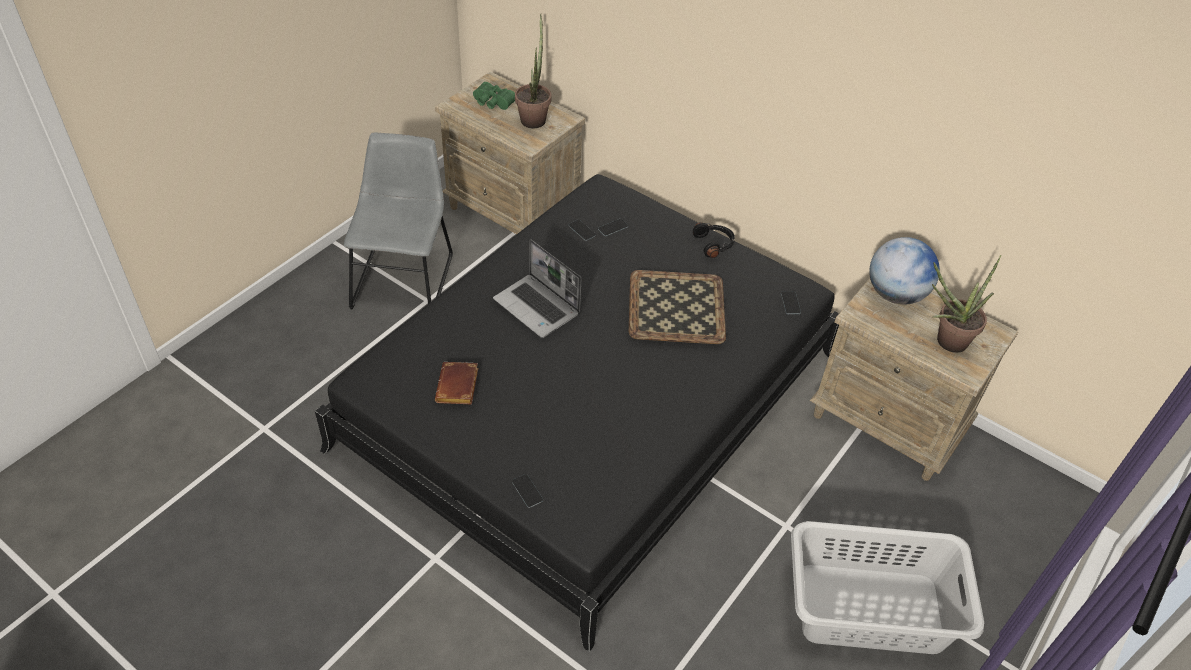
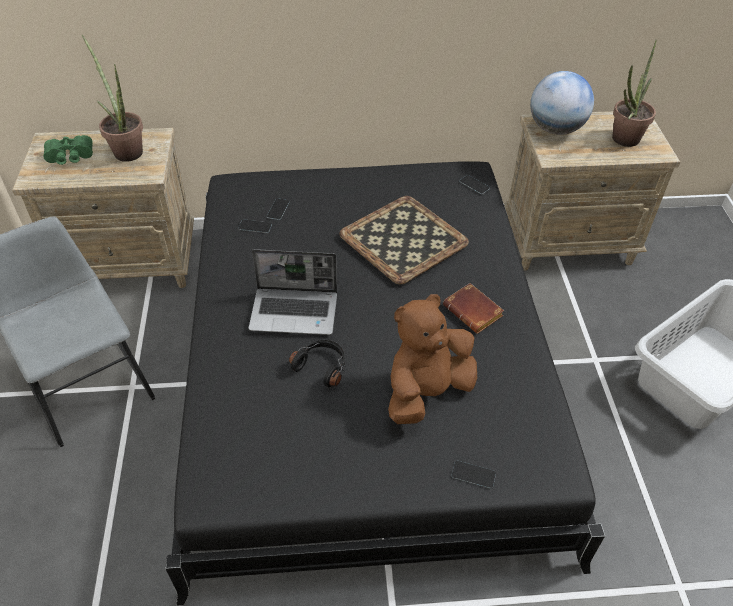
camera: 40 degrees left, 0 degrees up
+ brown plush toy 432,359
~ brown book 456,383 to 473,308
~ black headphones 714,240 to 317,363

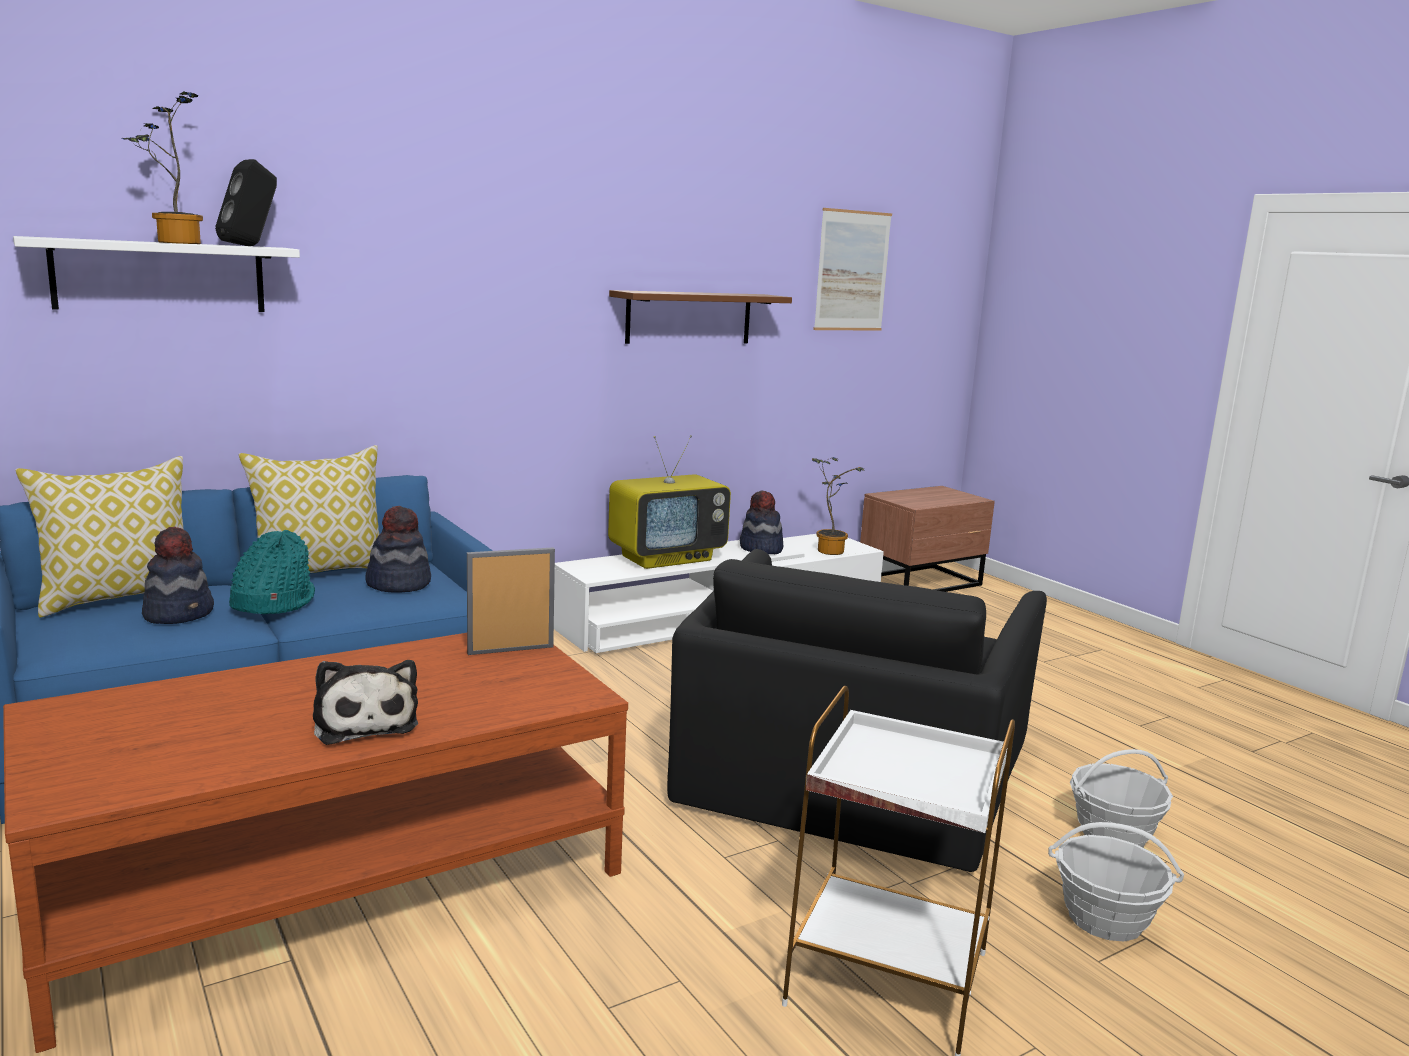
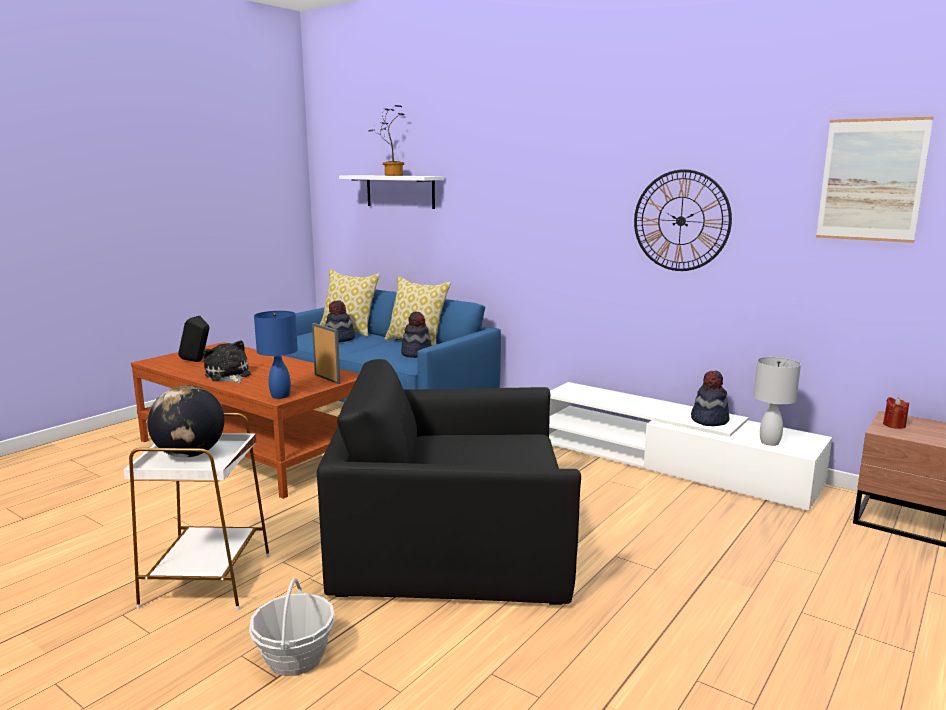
camera: 70 degrees right, 0 degrees up
- turquoise hat 272,572
- television 669,502
- basket 1121,798
+ globe 186,421
+ blue table lamp 276,355
+ red candle 896,413
~ black speaker 246,202 to 194,339
~ brown shelf 700,317 to wall clock 683,220
~ potted plant 838,506 to white table lamp 777,401
~ plush toy 365,702 = 226,361 105 degrees clockwise

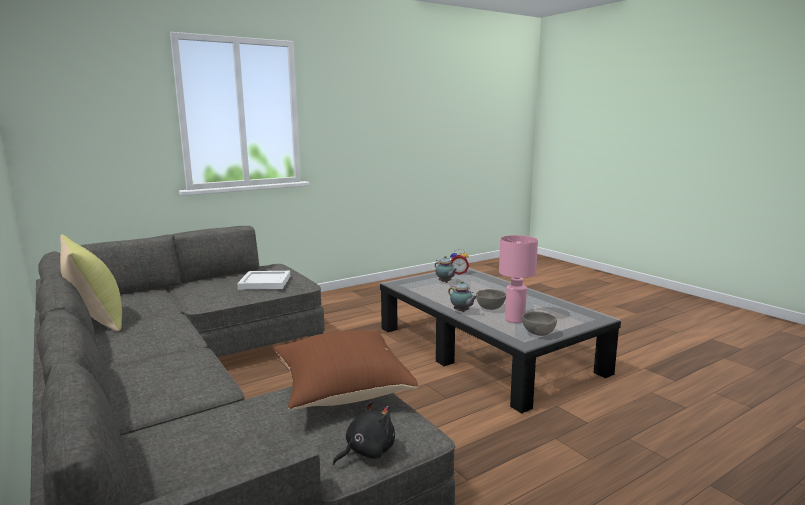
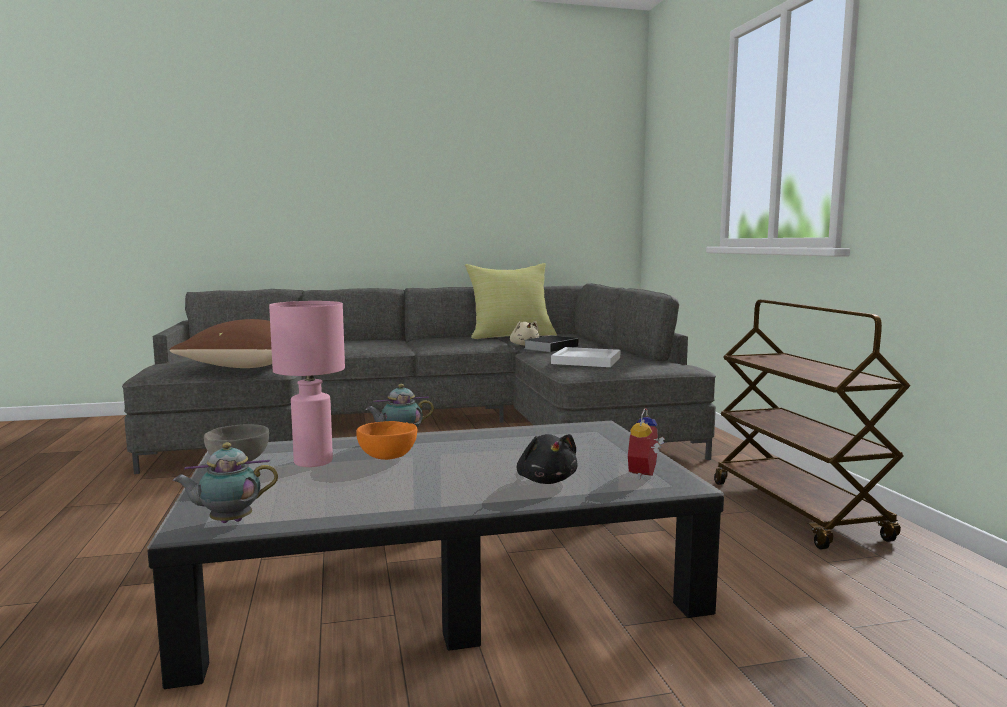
camera: 110 degrees right, 5 degrees down
+ beige plush toy 524,333
+ book 552,343
+ brown cart 812,424
~ black plush toy 364,433 to 547,459
~ teapot 446,269 to 225,482
~ grey bowl 491,299 to orange bowl 386,440

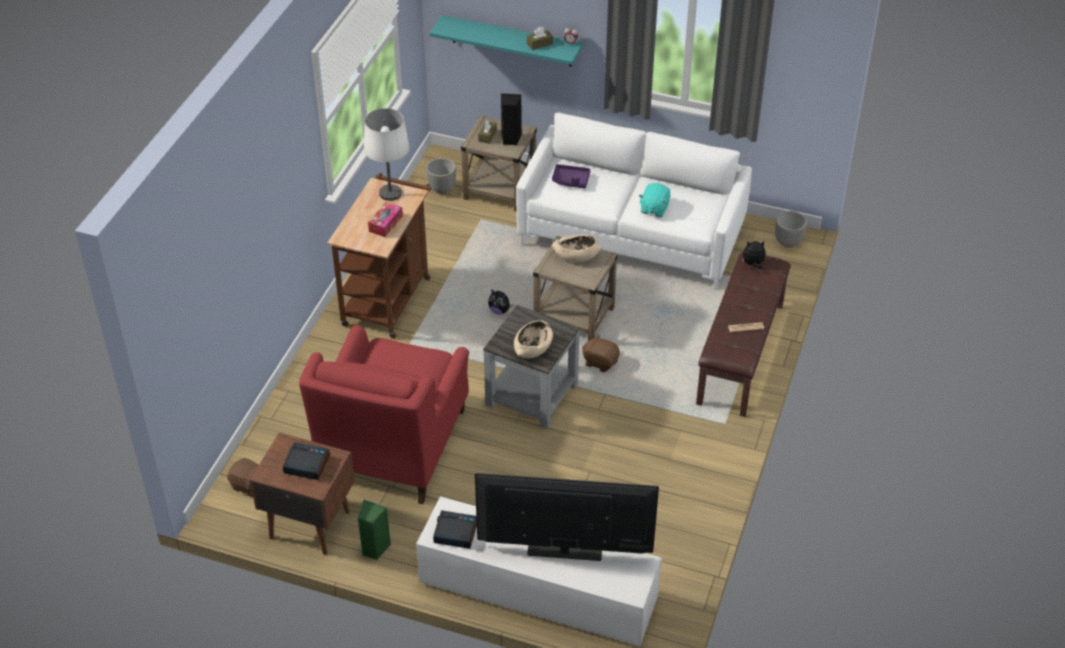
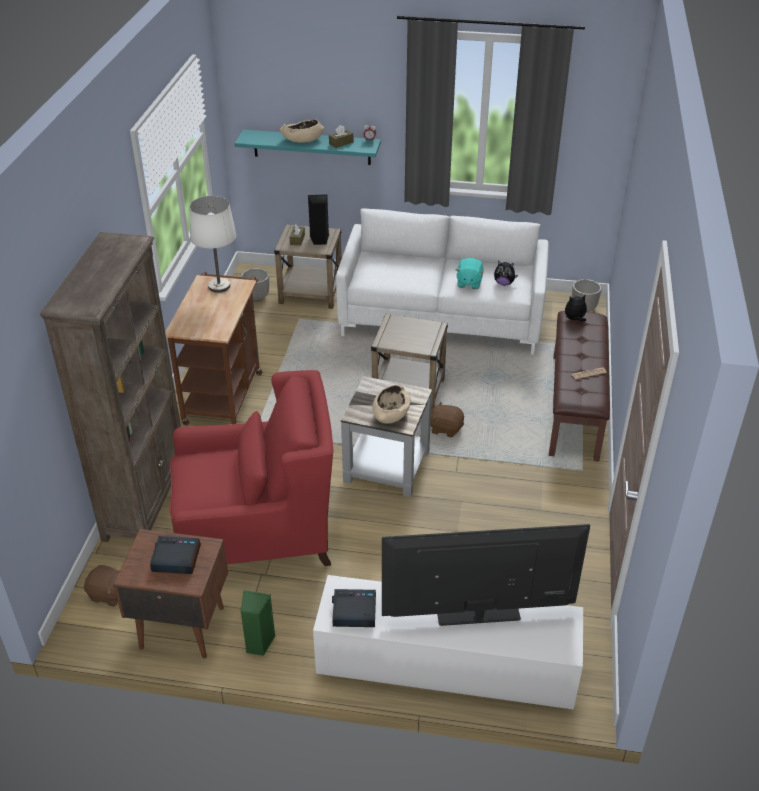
camera: 10 degrees left, 5 degrees down
- tissue box 385,219
- purple tray 571,176
+ brown bookcase 110,387
~ plush toy 501,301 to 506,273
~ beige bowl 577,248 to 302,131
~ red armchair 384,414 = 252,468 105 degrees counterclockwise

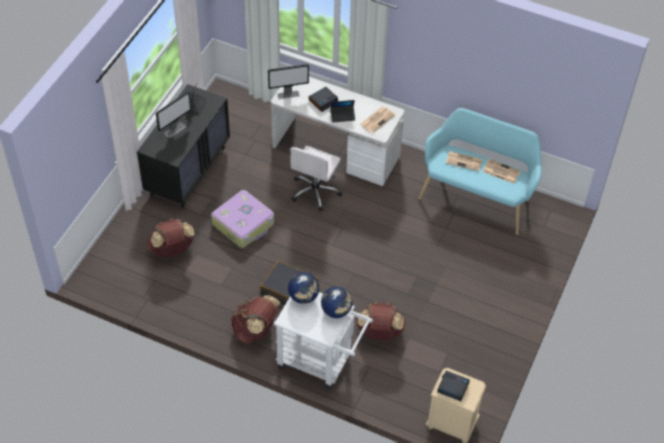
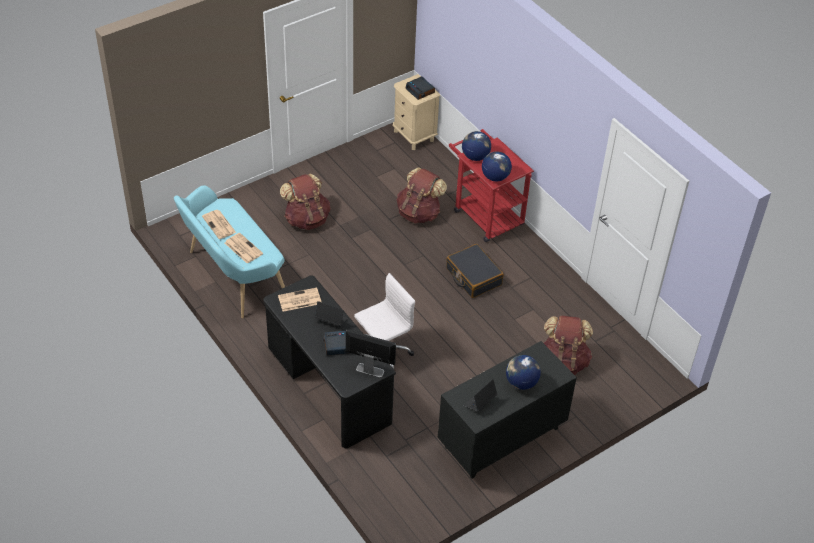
camera: 150 degrees left, 5 degrees down
- suitcase 242,219
~ brown backpack 255,319 to 305,201
~ monitor 173,114 to globe 523,372
~ white desk 337,131 to black desk 328,361
~ white cart 323,341 to red cart 491,185

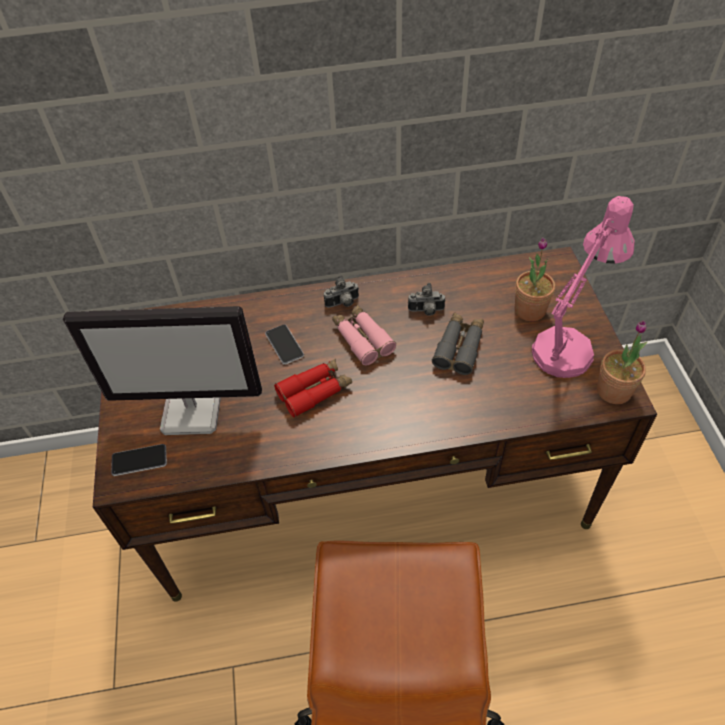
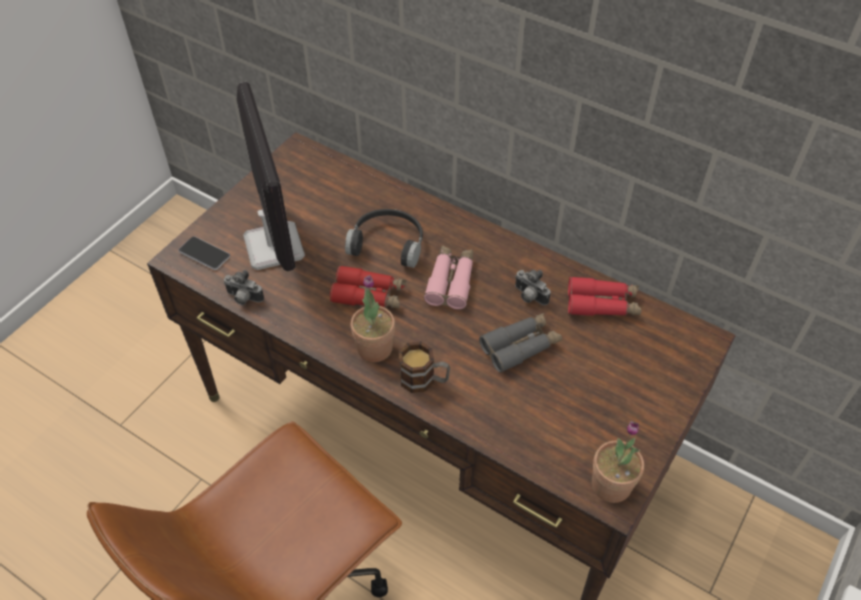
camera: 40 degrees right, 0 degrees up
- pink table lamp 583,287
+ mug 424,367
+ red binoculars 605,296
~ photo camera 341,291 to 244,287
~ potted plant 535,279 to 373,318
~ phone 284,344 to black headphones 384,238
~ monitor 162,370 = 271,176 150 degrees counterclockwise

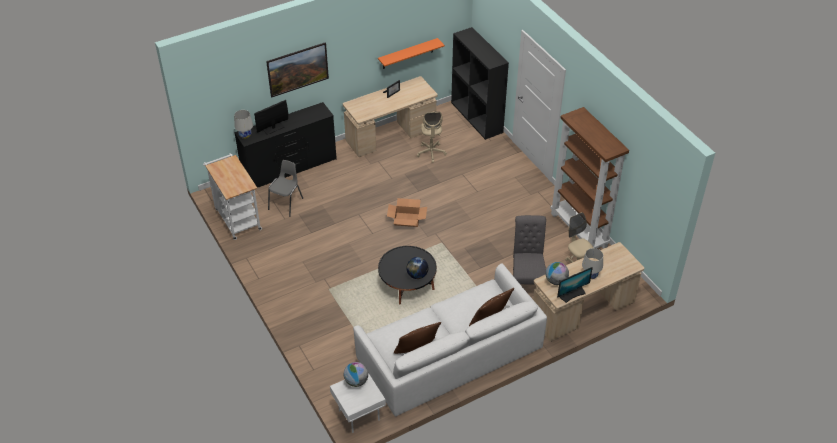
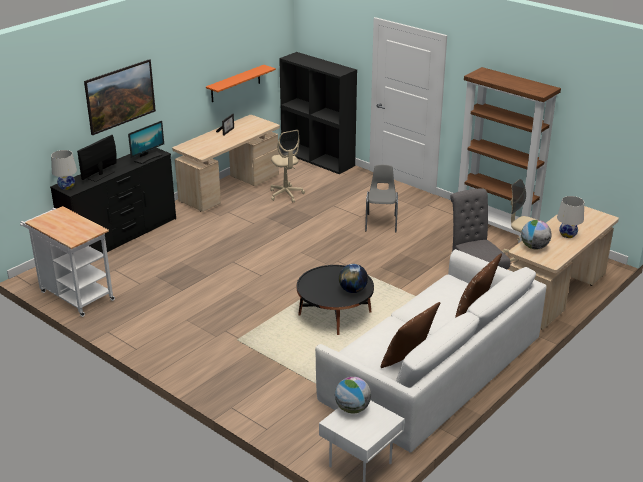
camera: 20 degrees left, 15 degrees down
- cardboard box 407,212
~ grey chair 285,188 to 381,199
~ monitor 575,285 to 146,142

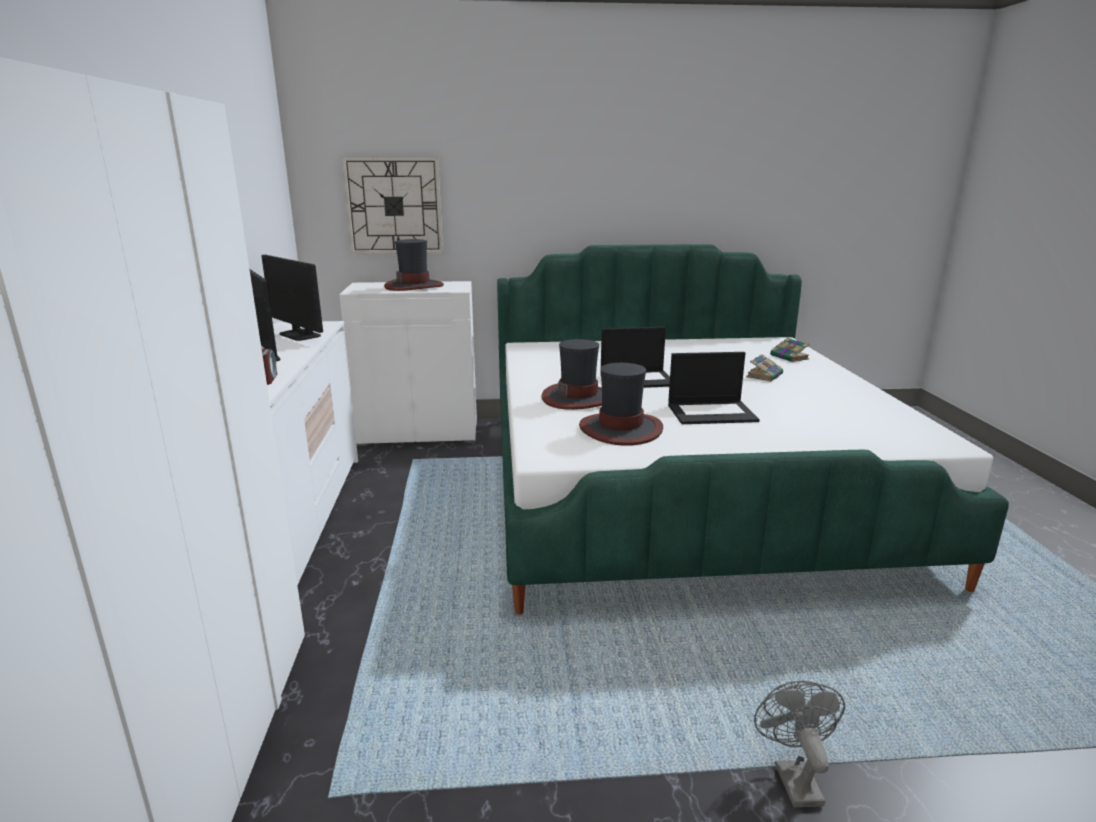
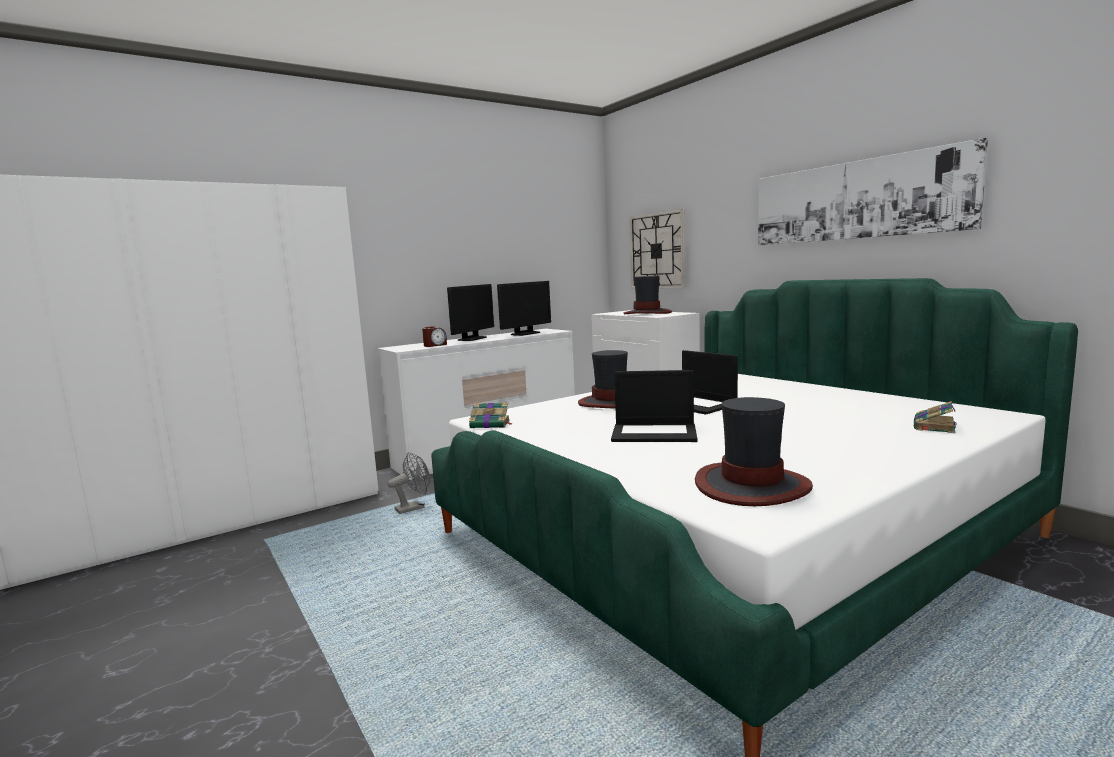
camera: 60 degrees right, 10 degrees down
+ picture 873,192
~ hat 621,404 to 754,451
~ book 764,368 to 490,415
~ grey fan 799,744 to 409,483
~ monitor 292,298 = 524,308 150 degrees counterclockwise
~ laptop 714,388 = 654,406 45 degrees counterclockwise

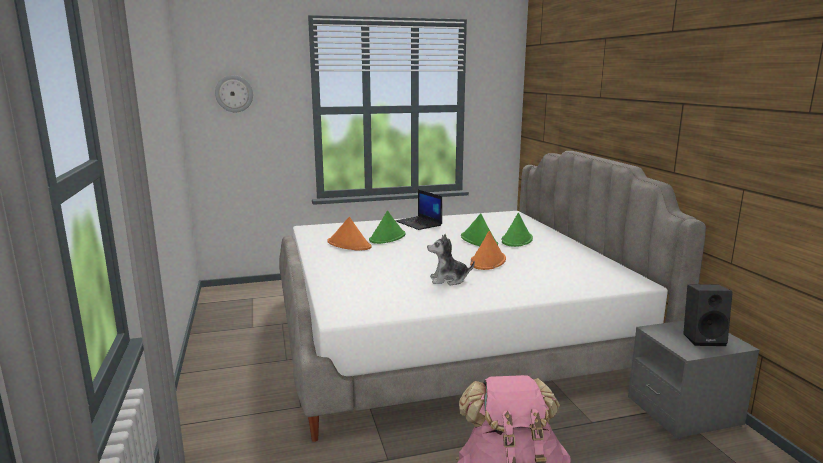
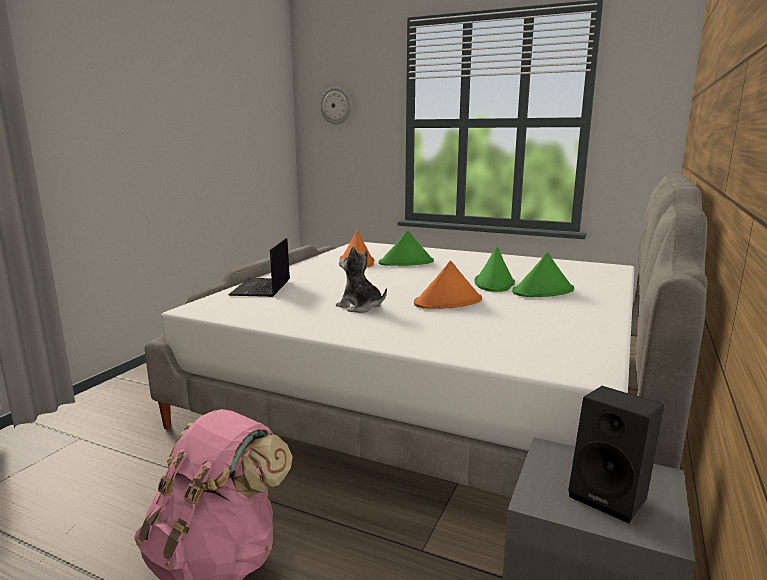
camera: 40 degrees right, 0 degrees up
~ laptop 419,210 to 259,267

